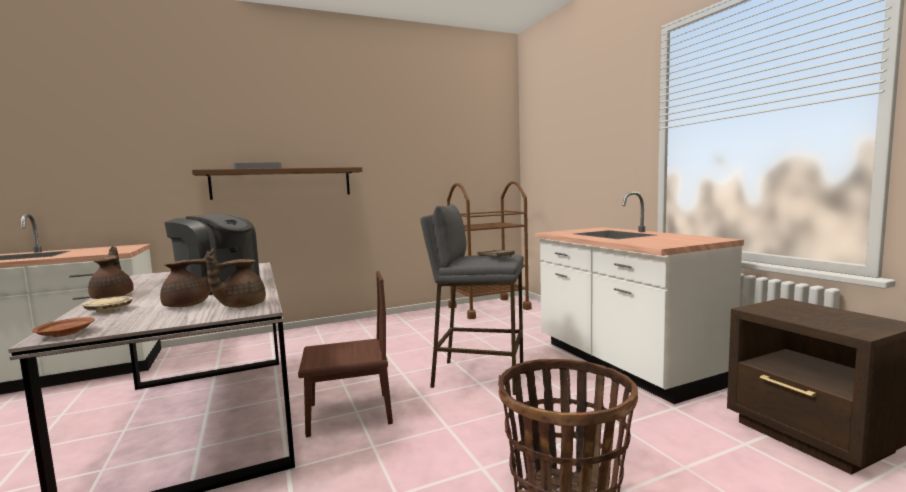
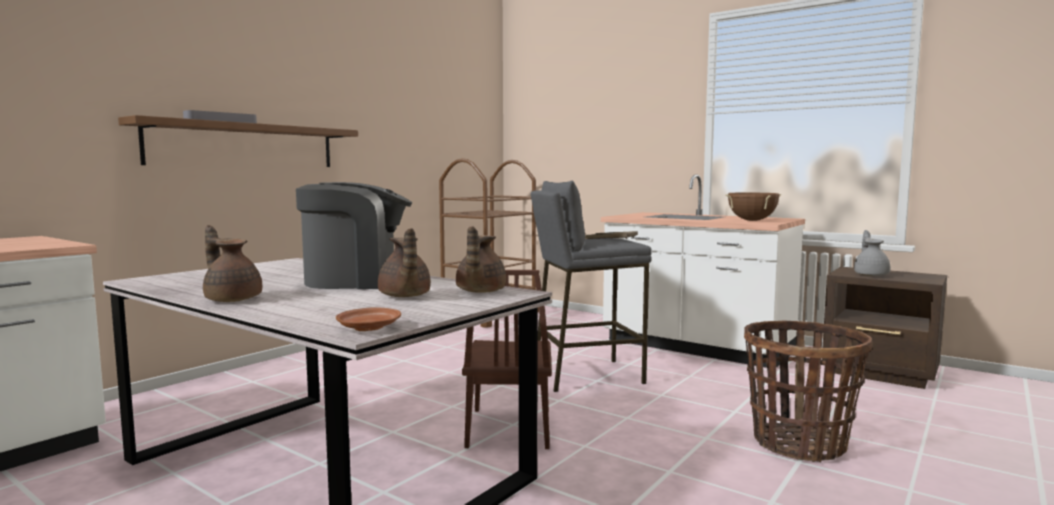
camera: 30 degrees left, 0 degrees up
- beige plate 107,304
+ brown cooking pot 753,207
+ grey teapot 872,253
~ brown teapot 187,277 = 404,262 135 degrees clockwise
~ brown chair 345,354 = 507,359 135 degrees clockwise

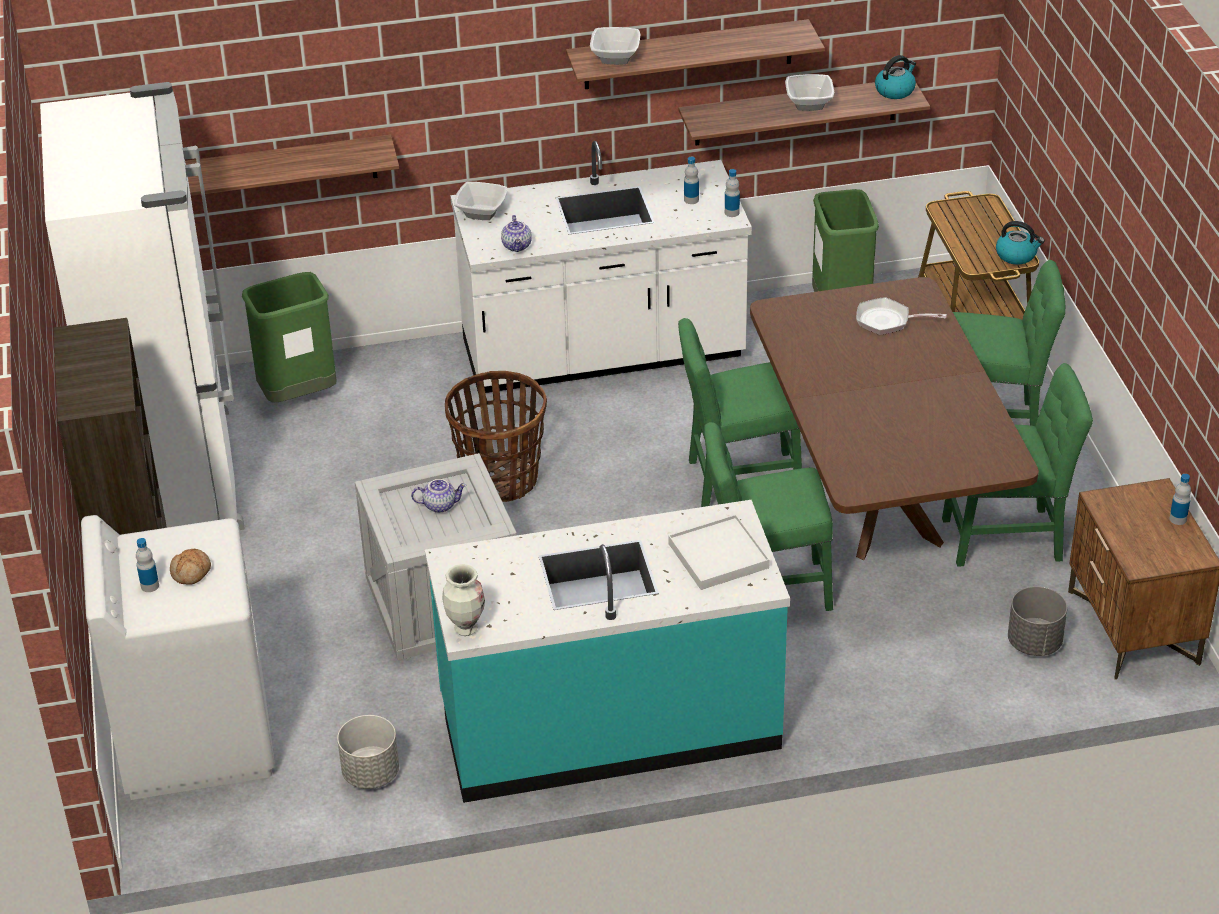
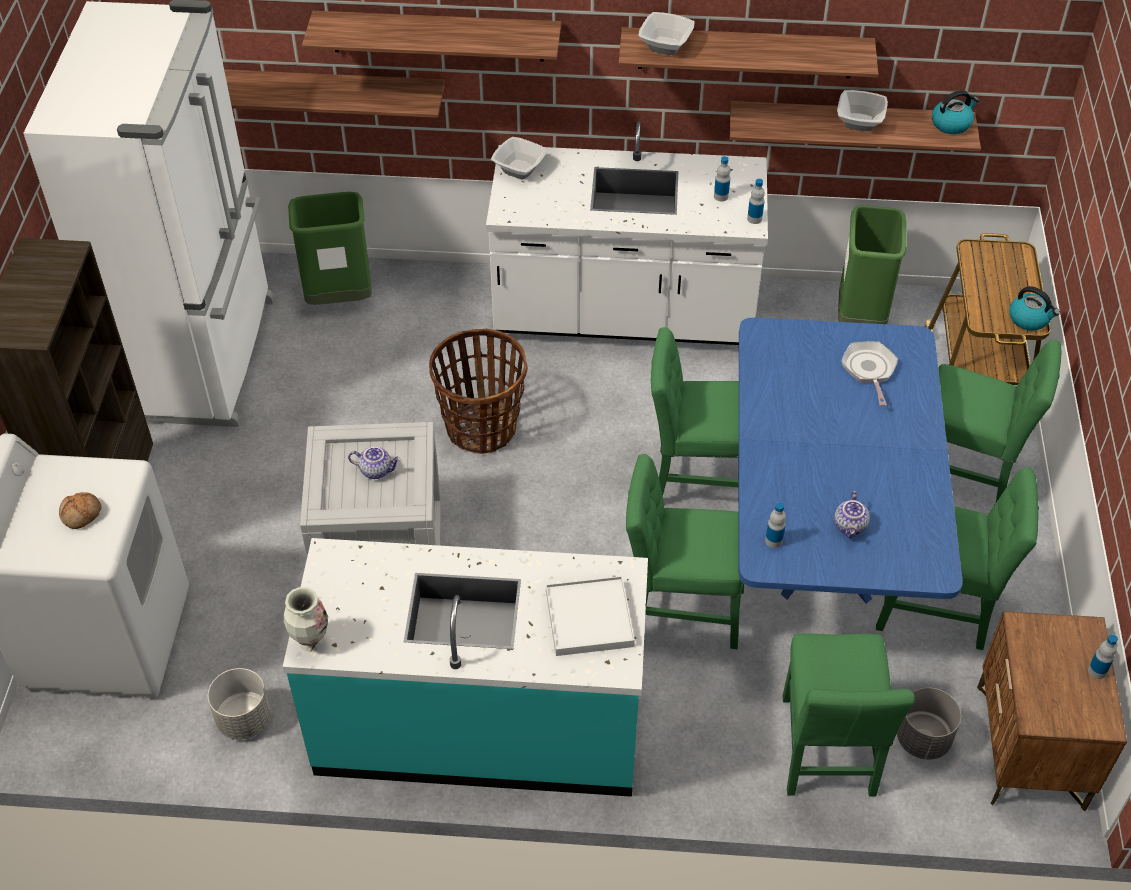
camera: 15 degrees right, 10 degrees up
+ shelf 431,36
+ green chair 848,715
~ bottle 147,565 to 775,525
~ teapot 516,233 to 852,514
~ brown dining table 894,418 to blue dining table 850,461
~ frying pan 901,316 = 869,373 60 degrees clockwise

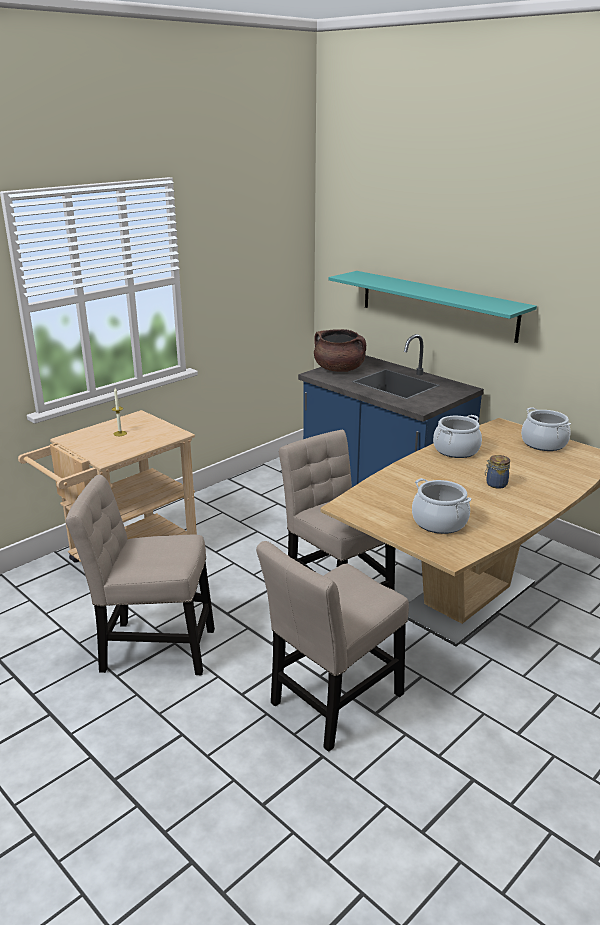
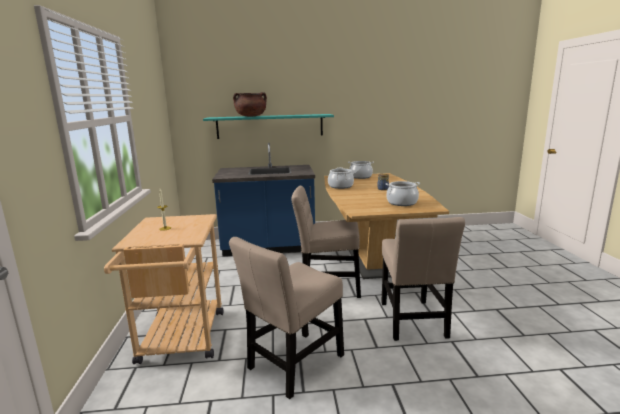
camera: 50 degrees left, 10 degrees down
~ brown cooking pot 340,350 to 250,104

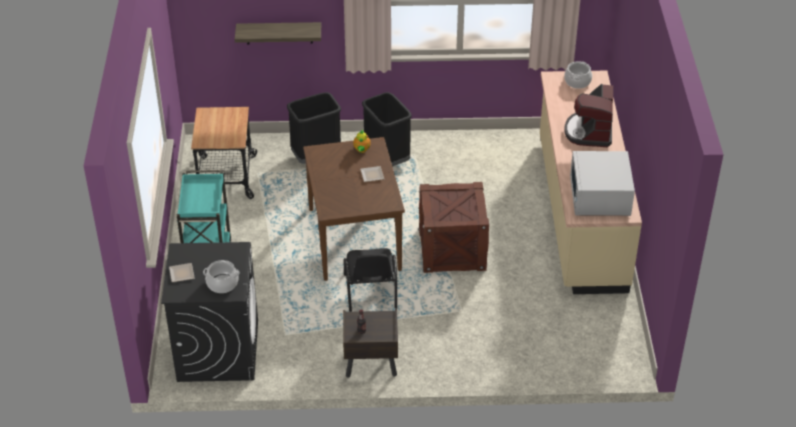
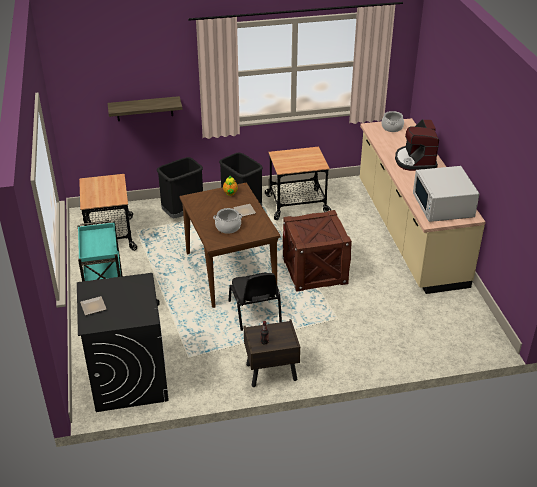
camera: 10 degrees left, 5 degrees down
+ cart 298,183
~ cooking pot 221,276 to 228,221

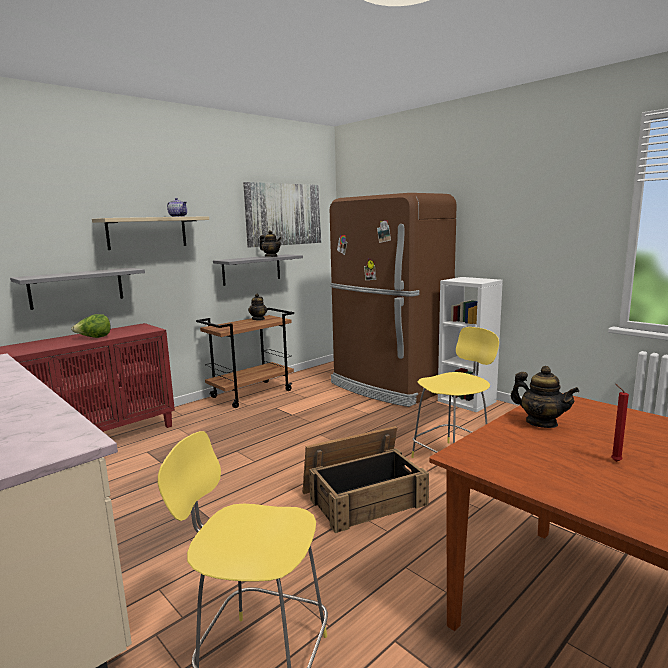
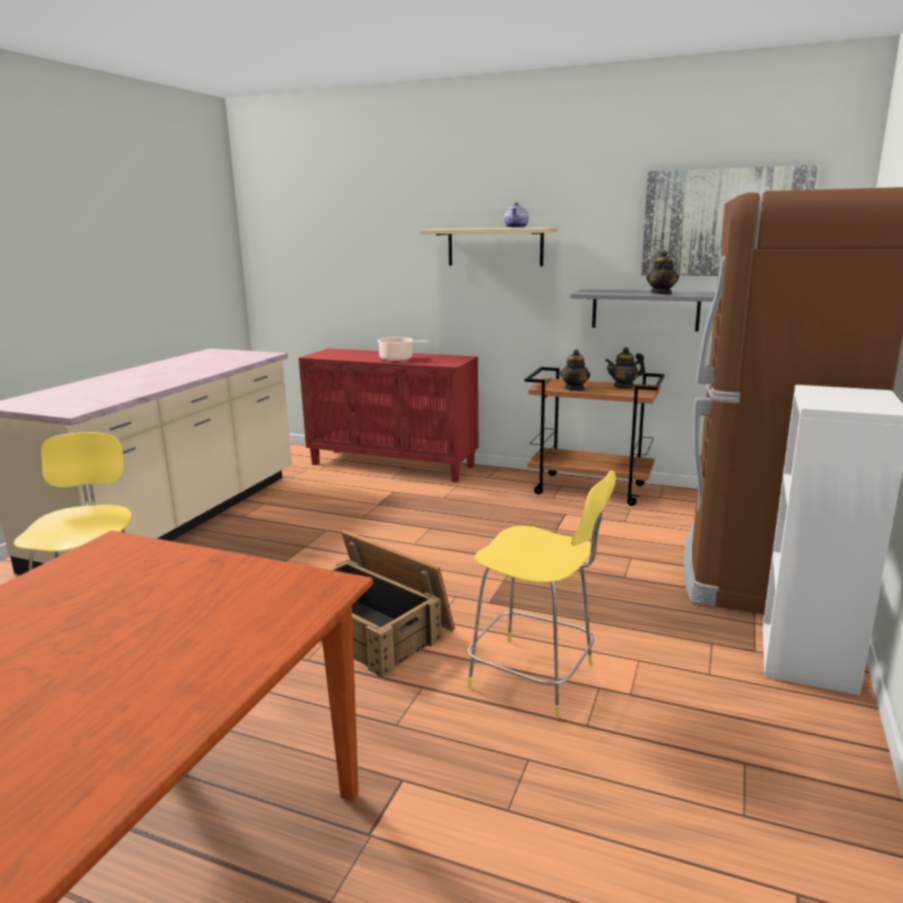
camera: 65 degrees right, 5 degrees up
- grey shelf 77,289
- red candle 620,423
~ teapot 545,397 to 575,370
~ lettuce 91,326 to cooking pot 403,349

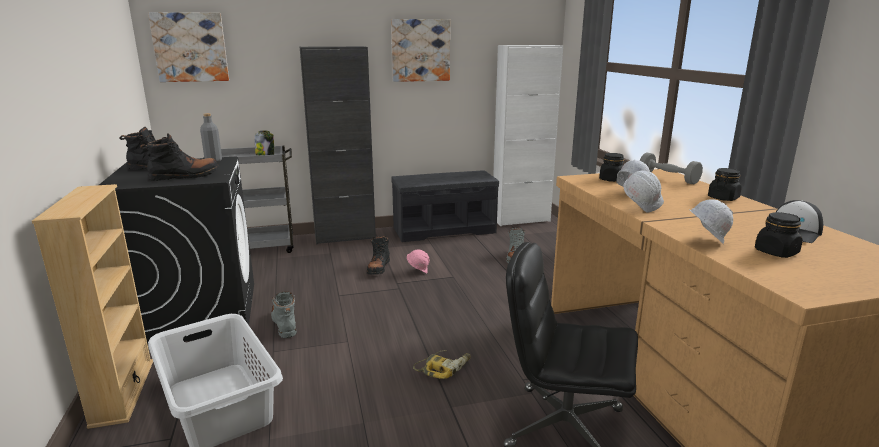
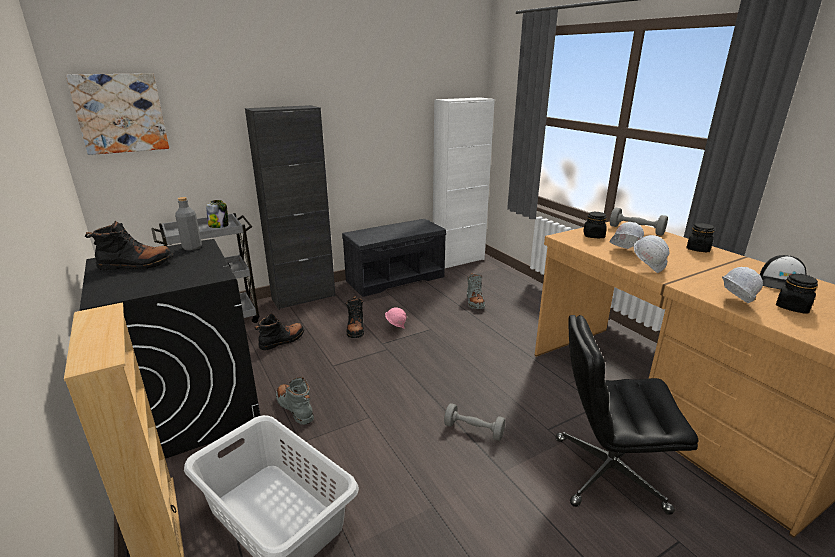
camera: 15 degrees left, 5 degrees up
- picture 420,50
~ black boot 179,157 to 279,331
~ power drill 442,364 to grey dumbbell 474,422

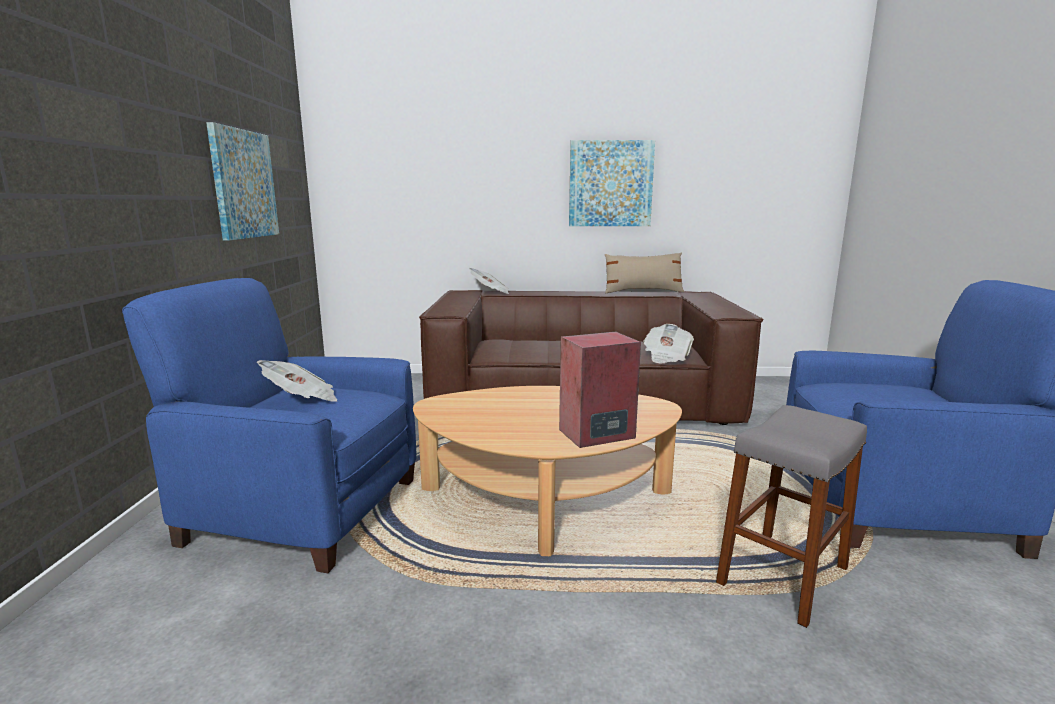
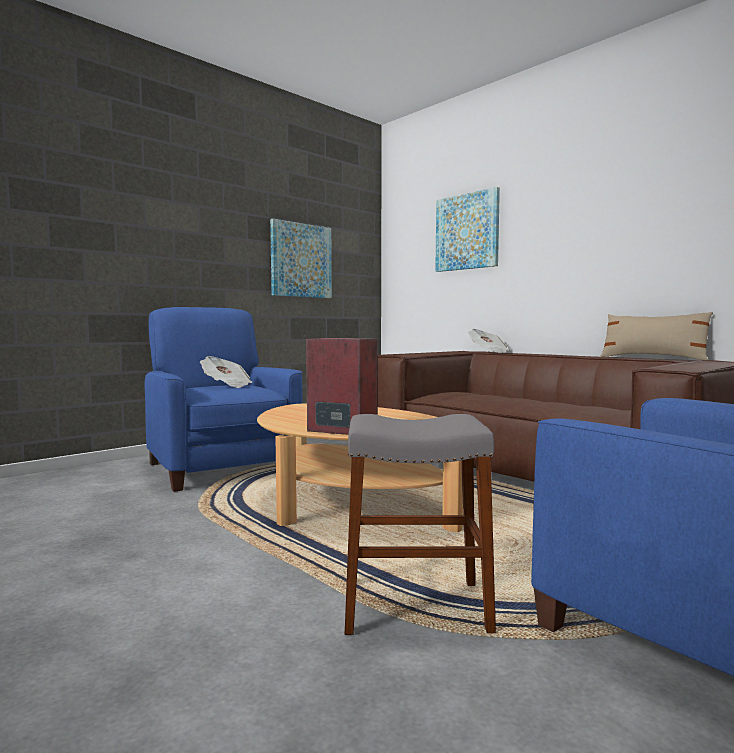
camera: 45 degrees right, 10 degrees down
- newspaper 668,343
~ picture 612,183 to 467,229

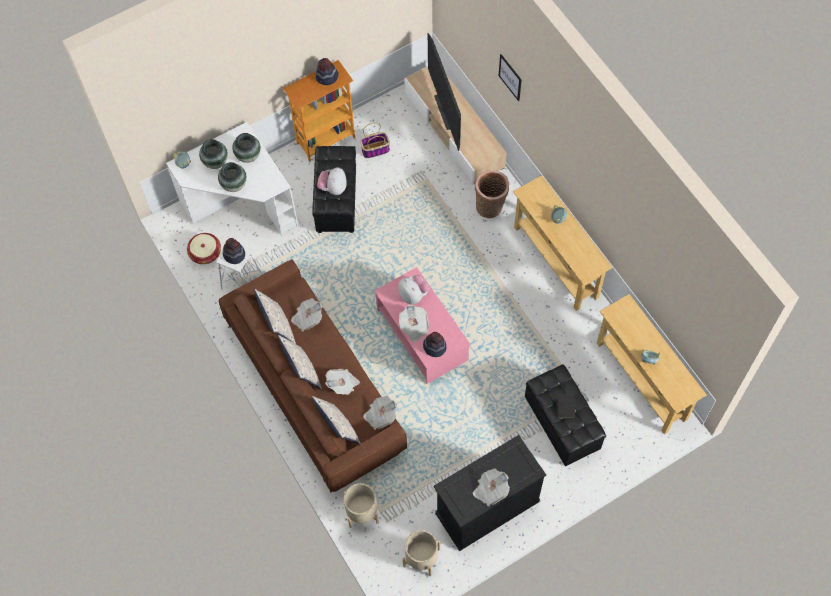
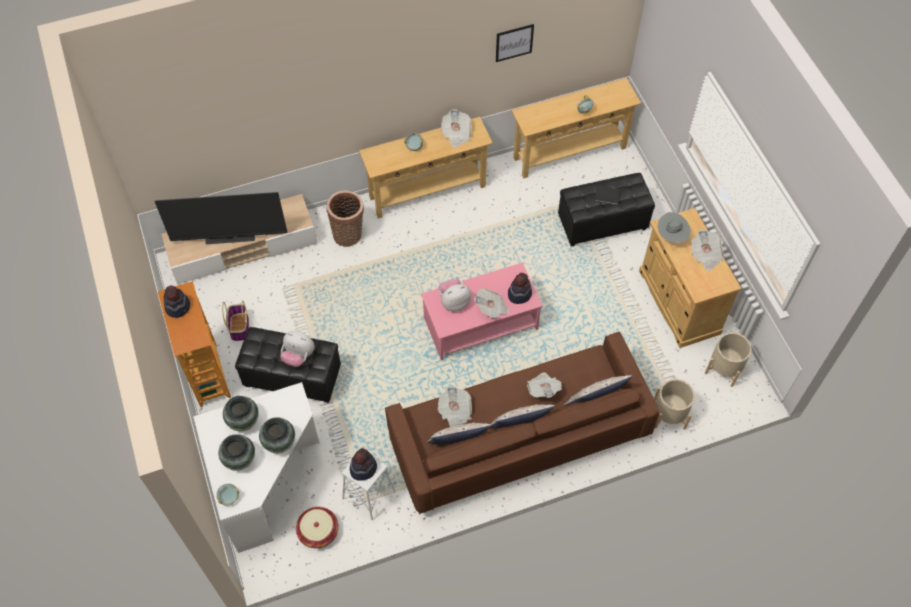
camera: 80 degrees left, 5 degrees down
+ grey hat 674,227
~ newspaper 380,413 to 456,128
~ picture 510,77 to 515,43
~ black cabinet 490,493 to beige cabinet 690,278

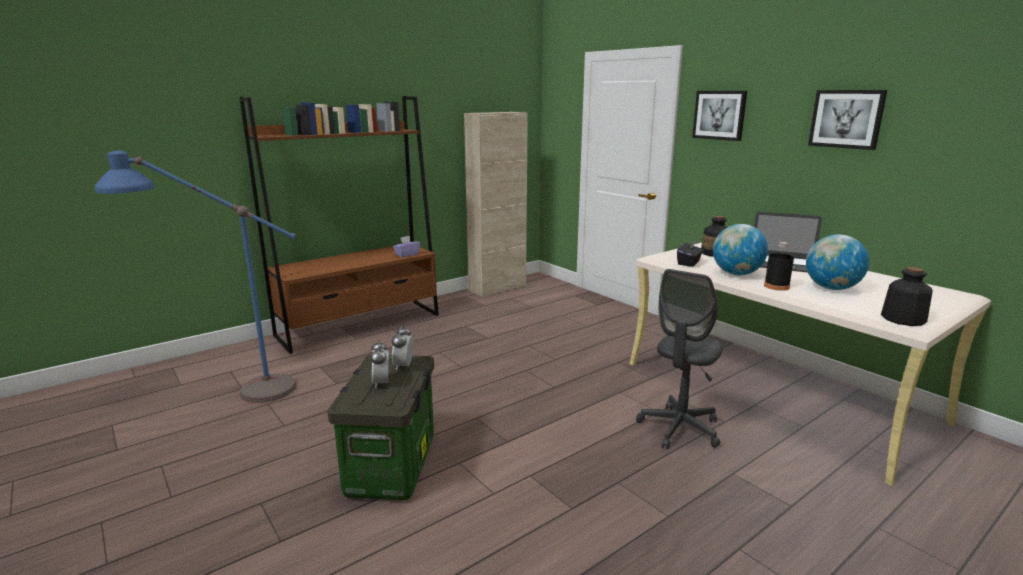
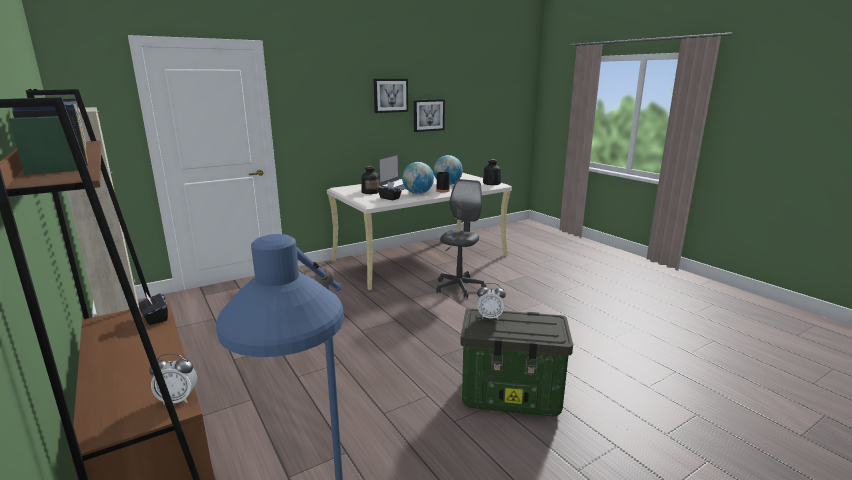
camera: 85 degrees left, 0 degrees up
~ alarm clock 379,363 to 173,379
~ picture 719,116 to 429,115
~ purple tissue box 406,246 to black tissue box 153,309
~ grey office chair 679,359 = 461,238 105 degrees counterclockwise

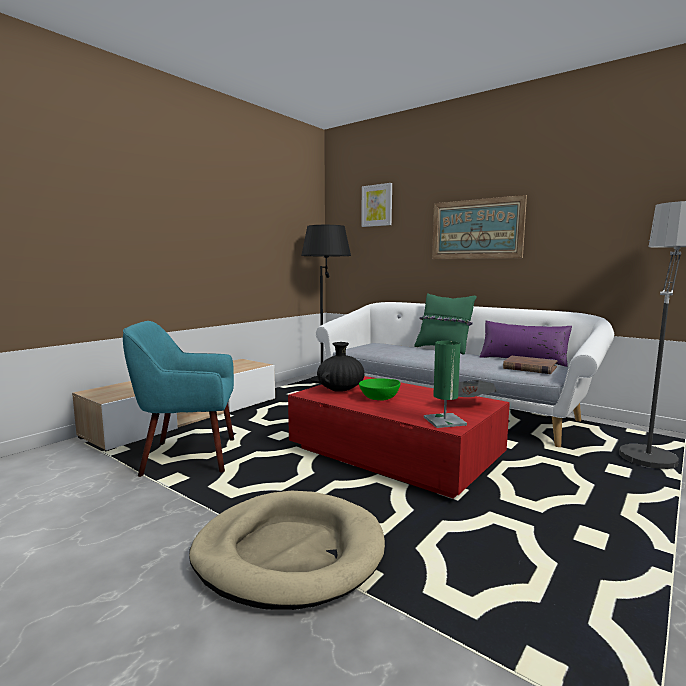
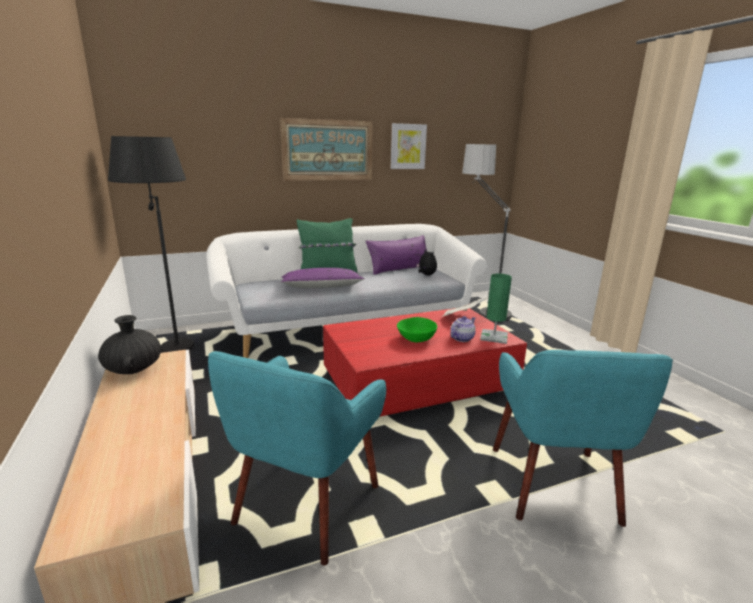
camera: 60 degrees left, 10 degrees up
+ purple pillow 322,278
+ teapot 463,329
~ black vase 341,367 to 129,344
~ picture 376,205 to 409,146
~ beige dog bed 287,550 to turquoise armchair 583,438
~ brown book 530,365 to plush toy 427,262

